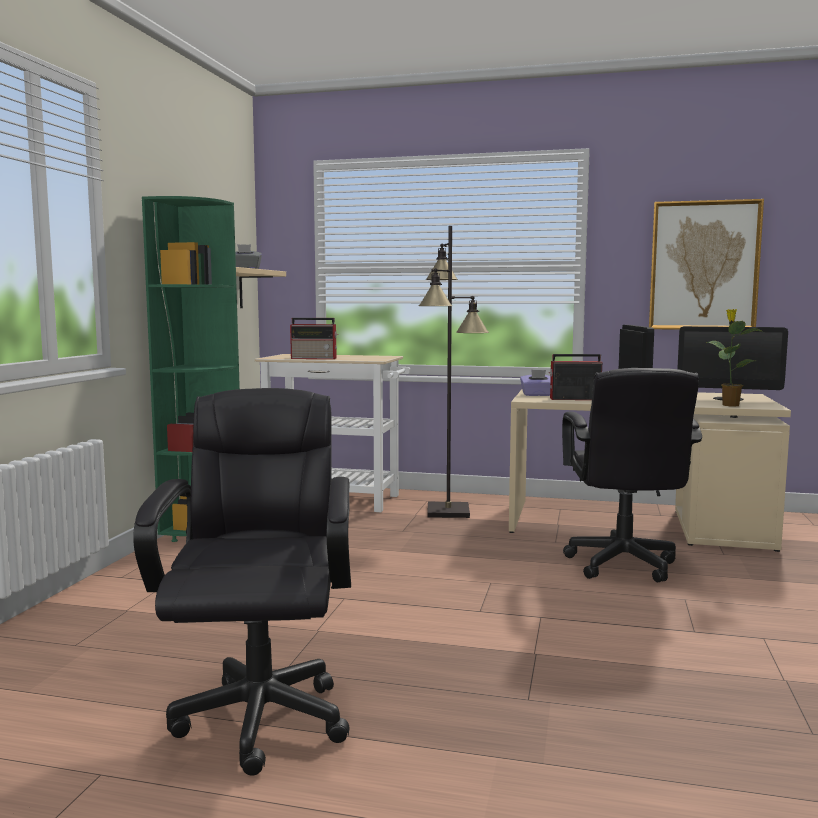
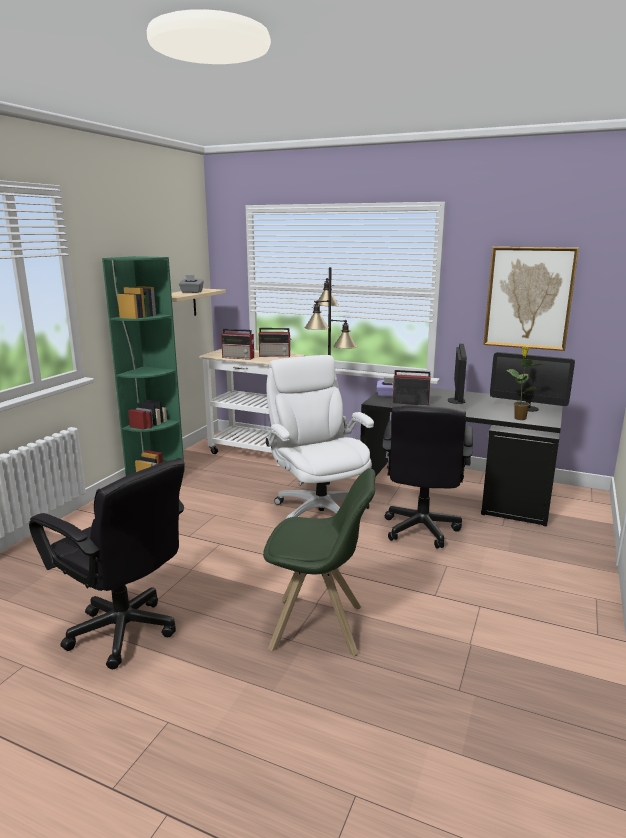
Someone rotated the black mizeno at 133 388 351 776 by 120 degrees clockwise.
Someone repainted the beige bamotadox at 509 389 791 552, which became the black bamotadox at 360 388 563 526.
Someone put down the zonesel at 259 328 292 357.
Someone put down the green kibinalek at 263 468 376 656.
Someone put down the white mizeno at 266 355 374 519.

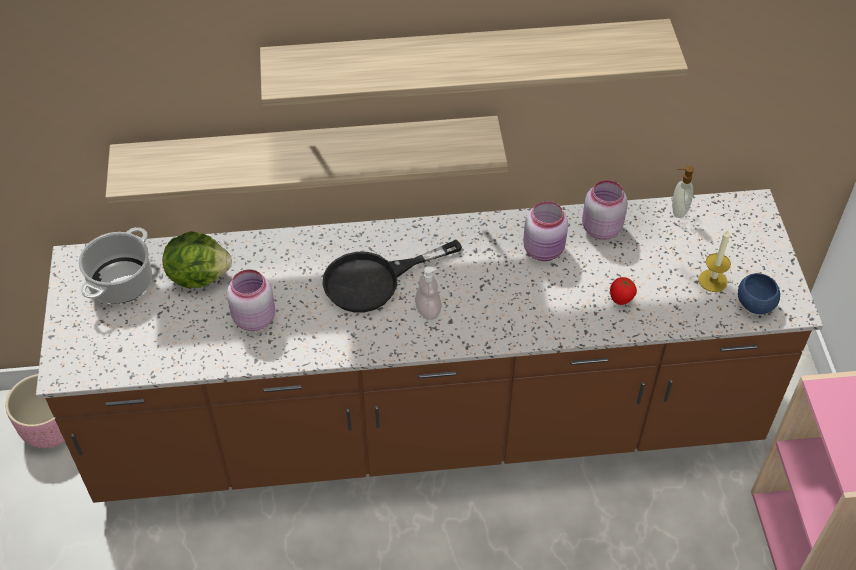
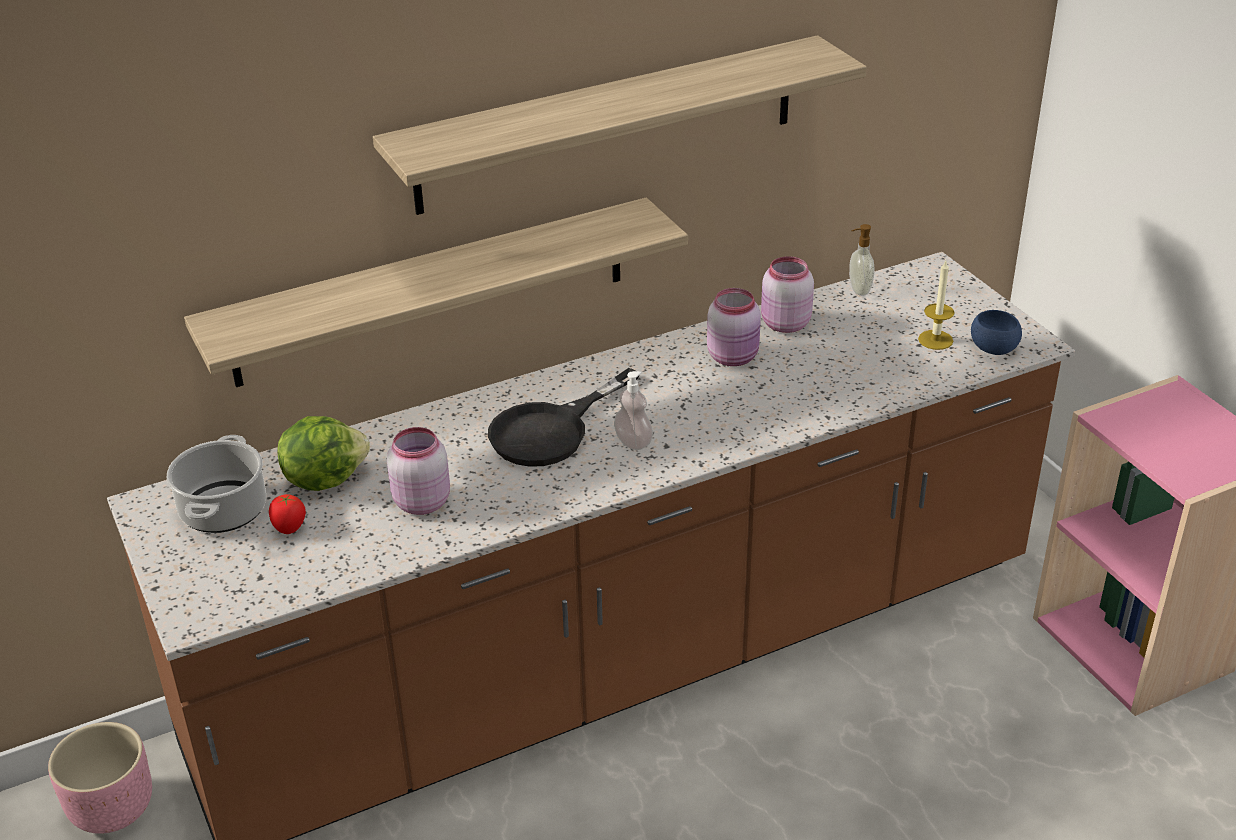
Someone carried the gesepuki from 610 277 637 305 to 269 494 306 534.

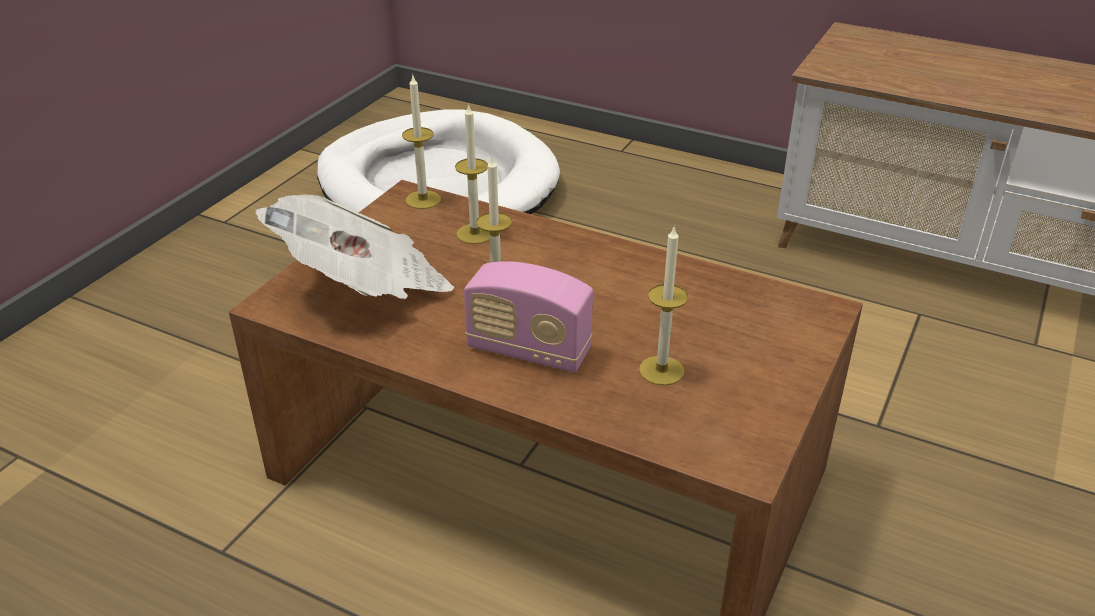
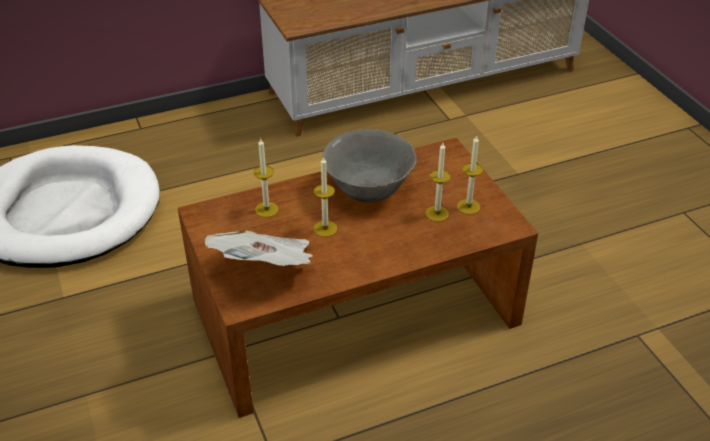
Someone carried the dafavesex from 402 76 441 209 to 457 135 483 215.
Someone took away the zonesel at 464 261 593 373.
Someone put down the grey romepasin at 322 129 417 202.

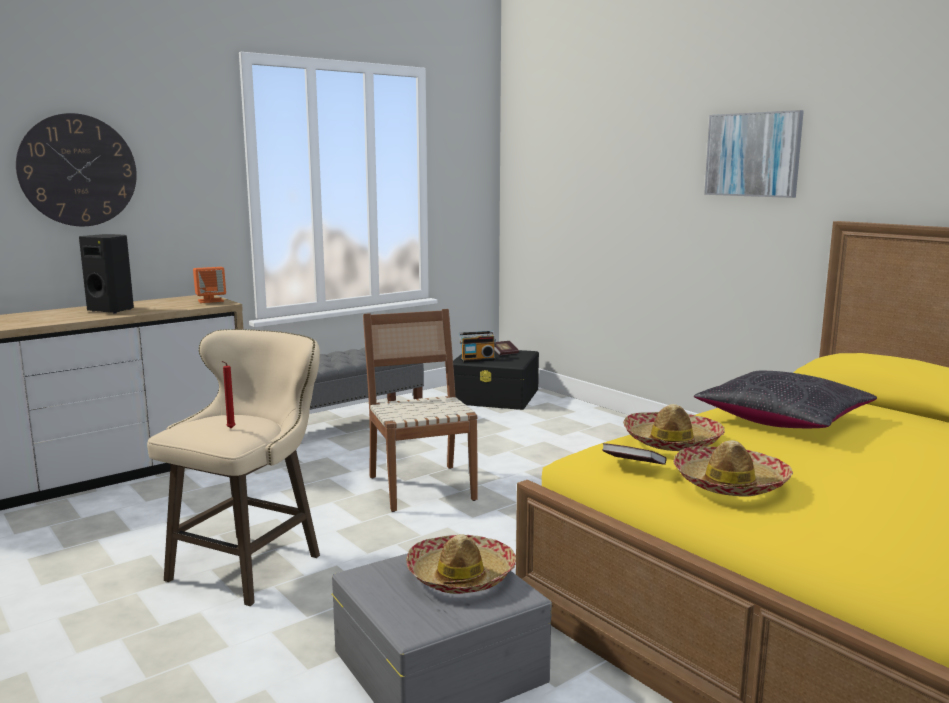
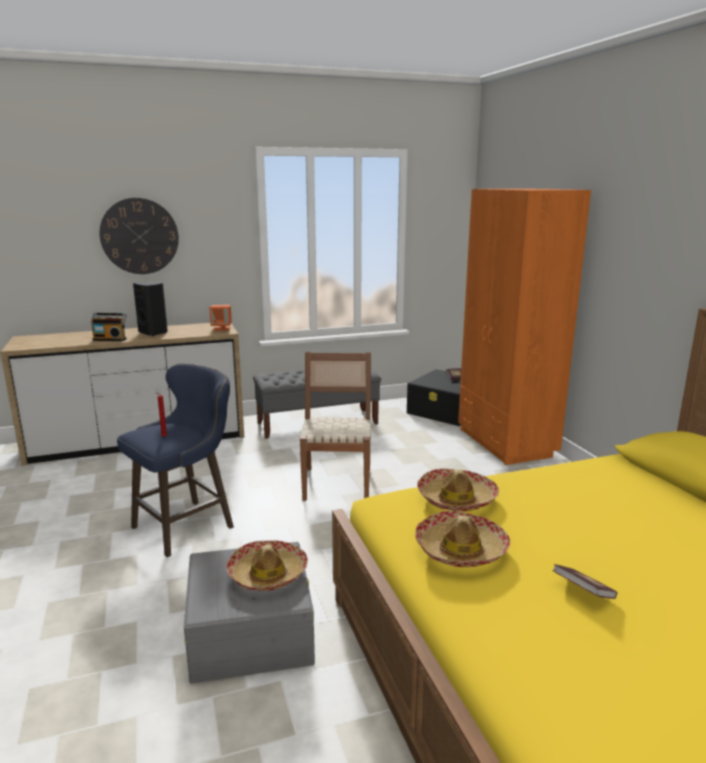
Someone repainted the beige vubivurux at 147 329 320 606, which became the blue vubivurux at 117 363 234 557.
Someone carried the zonesel from 458 331 496 363 to 90 313 127 341.
Someone carried the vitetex from 602 443 667 465 to 553 564 617 599.
Someone took away the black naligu at 694 371 877 428.
Someone took away the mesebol at 704 110 804 198.
Someone put down the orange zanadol at 458 189 591 465.

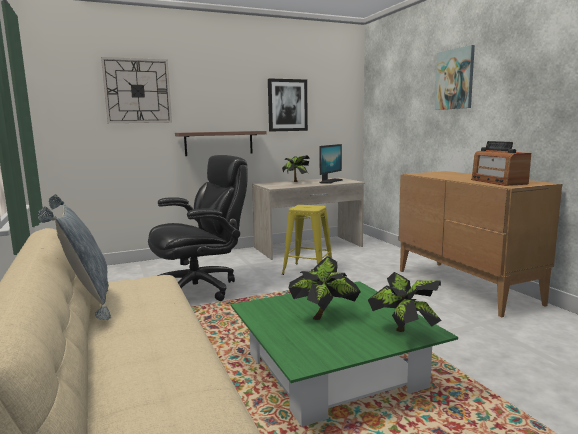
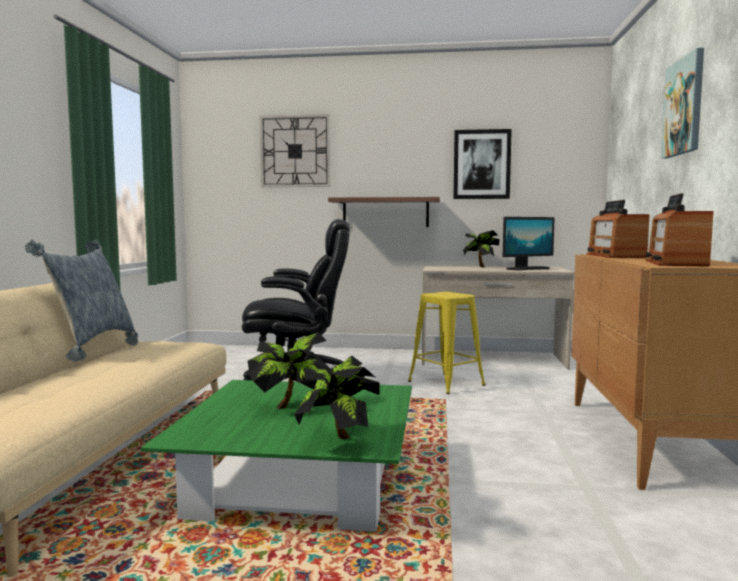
Someone put down the zonesel at 586 200 650 258.

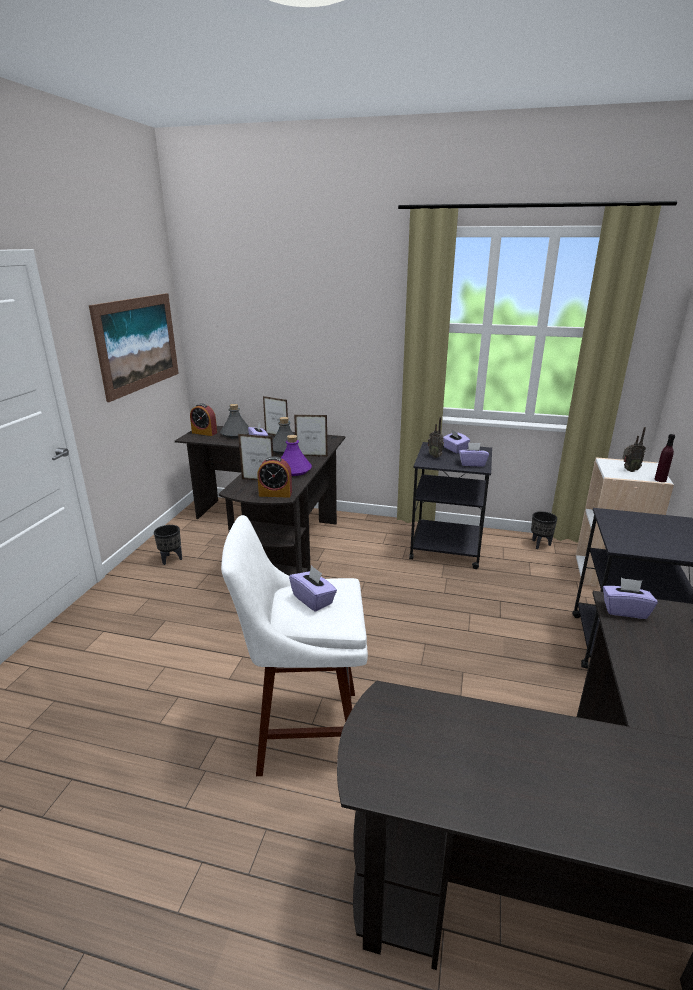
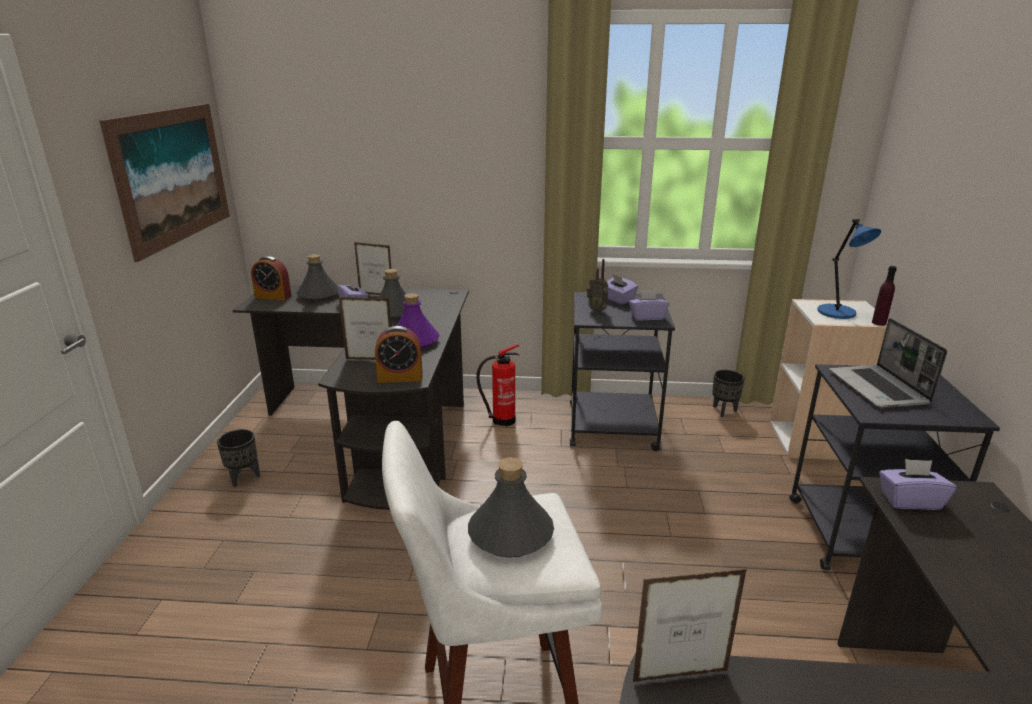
Someone swapped the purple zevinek at 289 565 337 612 for the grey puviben at 468 457 554 558.
Someone carried the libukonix from 294 415 328 457 to 633 569 747 682.
Someone swapped the zonesel at 623 427 646 472 for the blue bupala at 817 219 881 319.
Someone put down the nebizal at 476 344 519 426.
Someone put down the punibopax at 829 318 947 408.

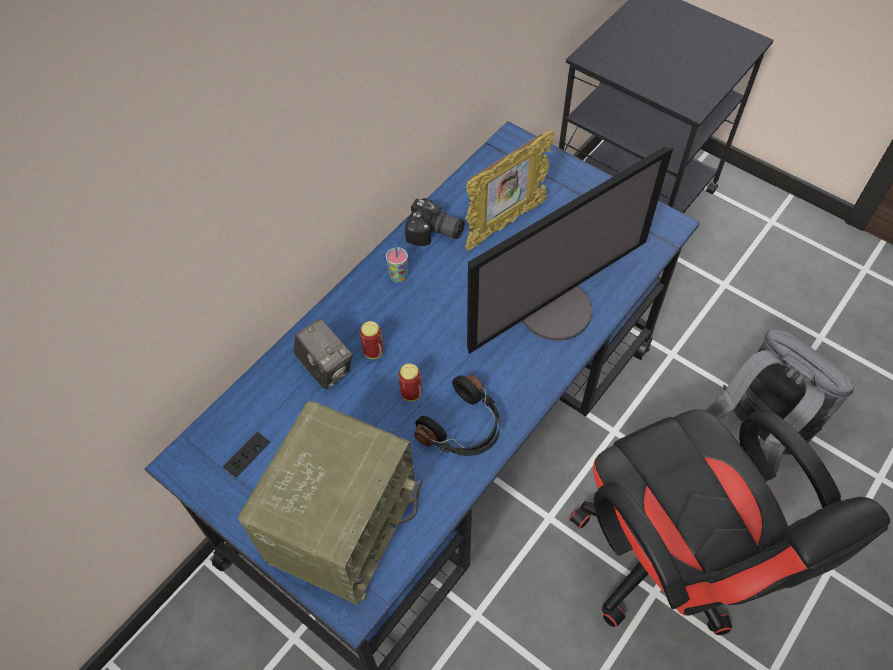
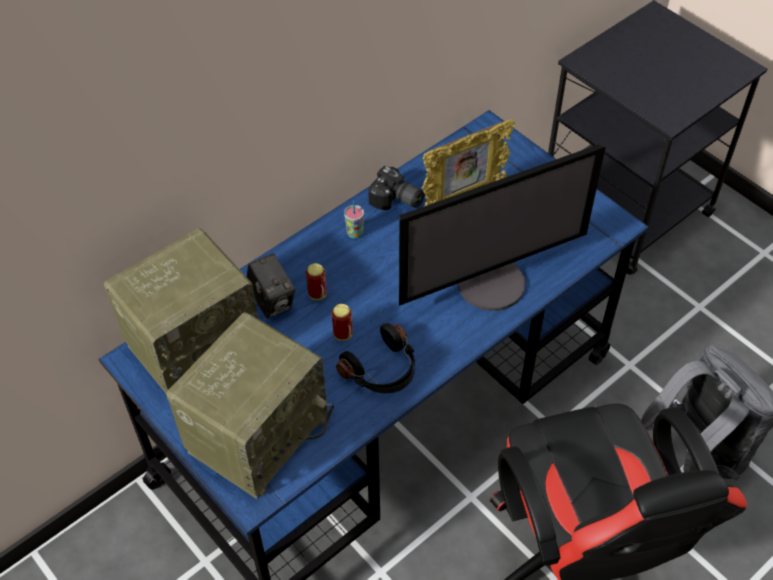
Someone put down the zonesel at 104 228 258 393.

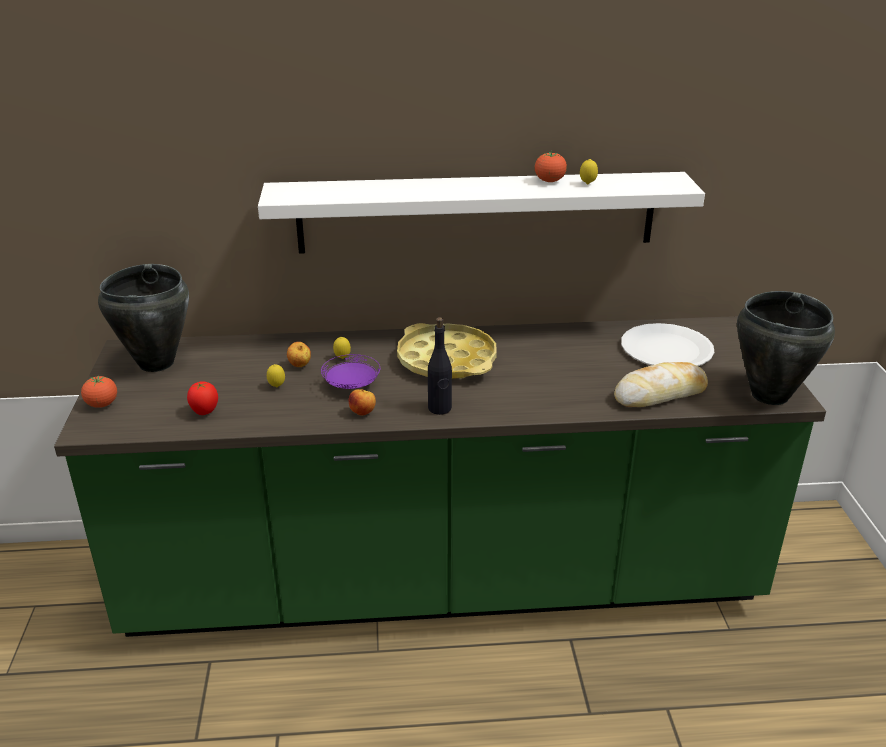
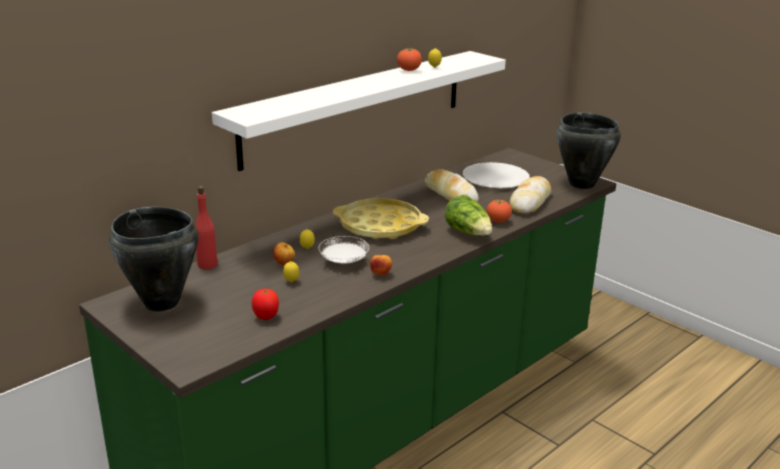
Someone carried the gesepuki from 81 376 117 408 to 486 199 512 223.
Someone repainted the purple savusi at 321 354 380 389, which became the white savusi at 319 236 369 264.
Someone took away the black puviben at 428 317 452 415.
Someone put down the red puviben at 195 186 217 269.
Someone put down the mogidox at 425 169 479 202.
Someone put down the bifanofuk at 445 195 492 236.

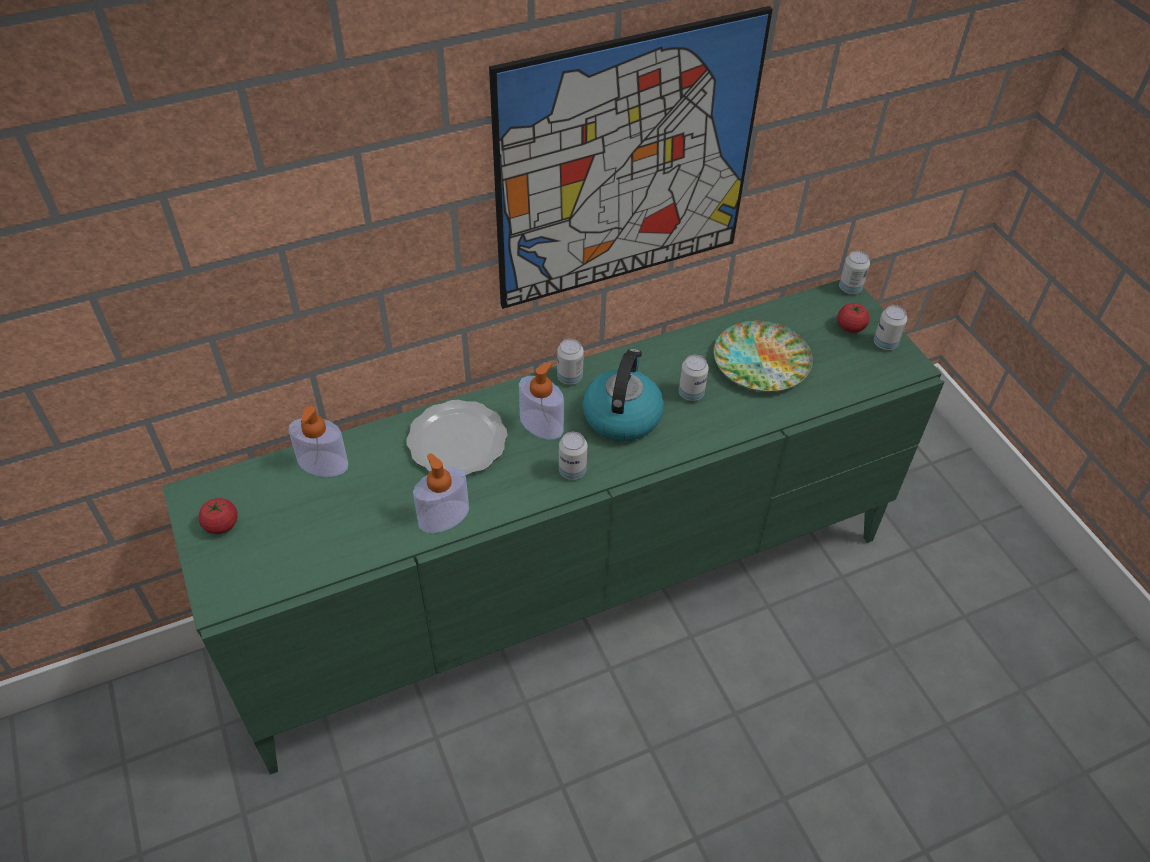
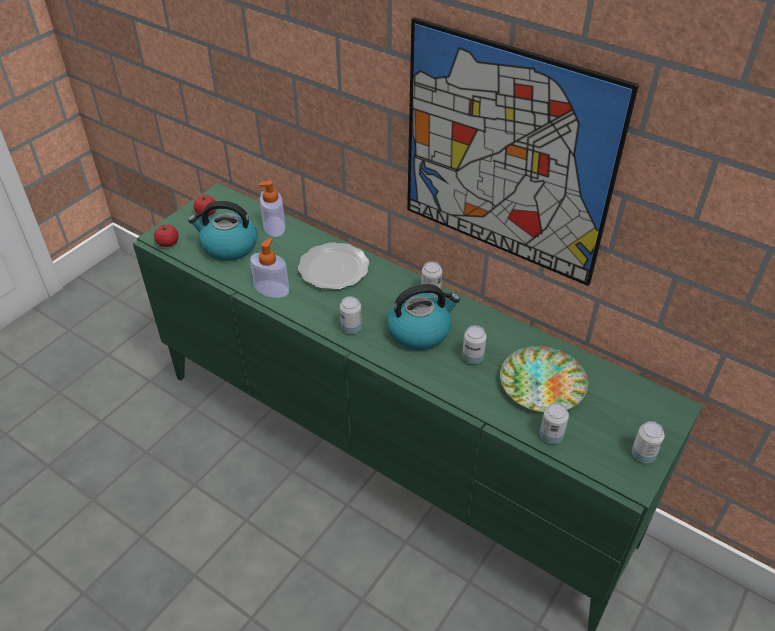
Someone took away the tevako at 519 362 564 440.
Someone carried the gesepuki from 837 303 869 333 to 154 225 179 247.
Someone carried the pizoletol from 839 251 870 294 to 540 403 569 444.
Someone put down the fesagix at 188 201 257 261.

